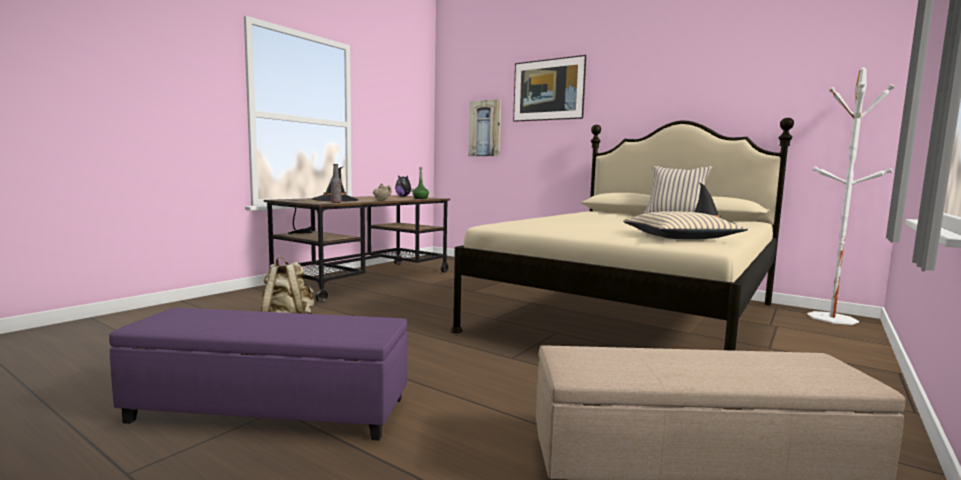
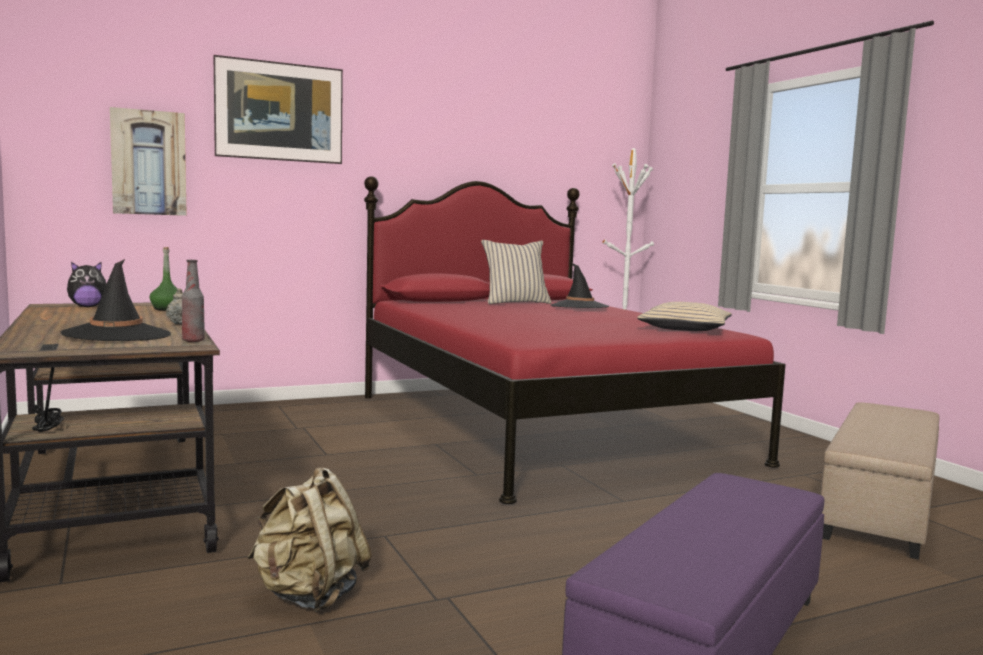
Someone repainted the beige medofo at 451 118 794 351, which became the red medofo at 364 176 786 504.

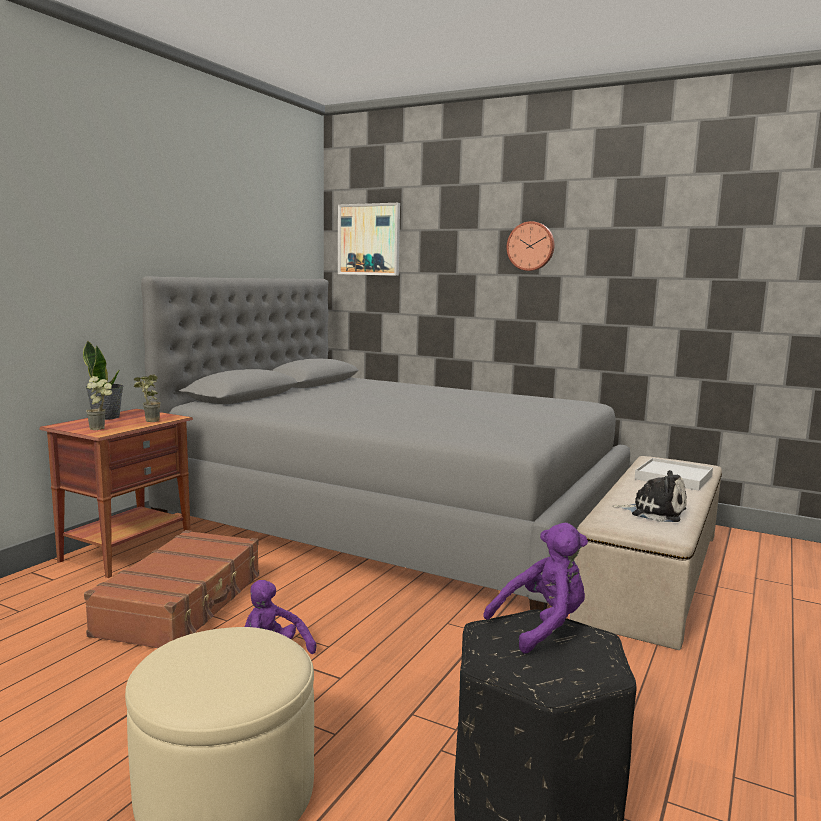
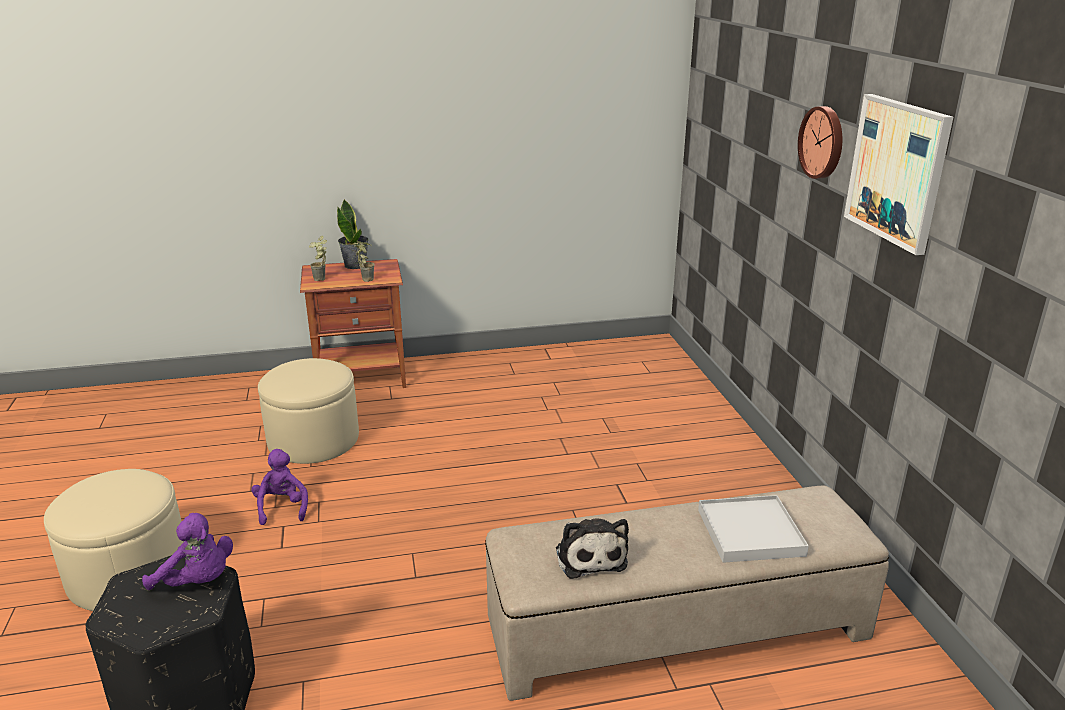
Someone swapped the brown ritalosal at 84 530 259 648 for the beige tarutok at 258 358 359 464.
Someone took away the grey medofo at 141 276 630 610.
Someone carried the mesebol from 338 203 400 276 to 844 94 953 255.

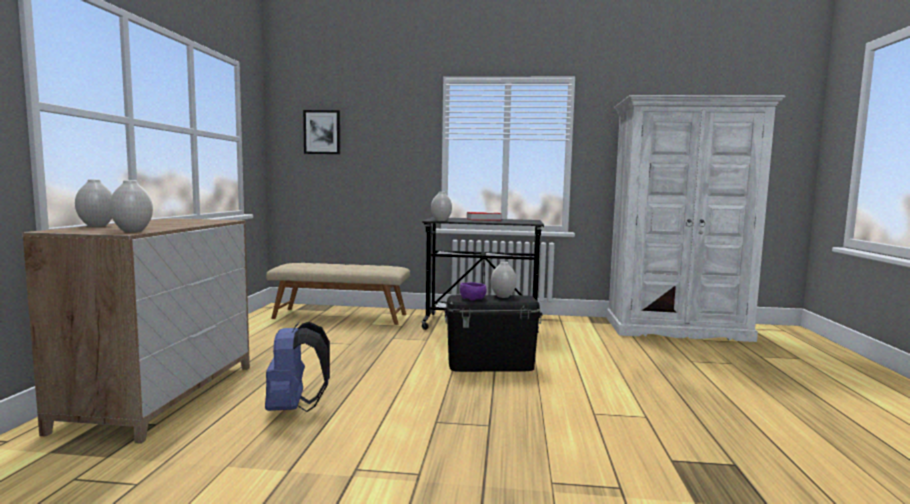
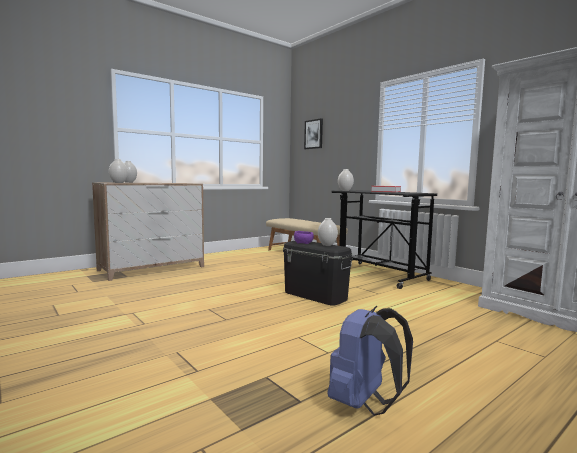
Someone carried the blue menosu from 265 321 330 412 to 328 306 413 416.

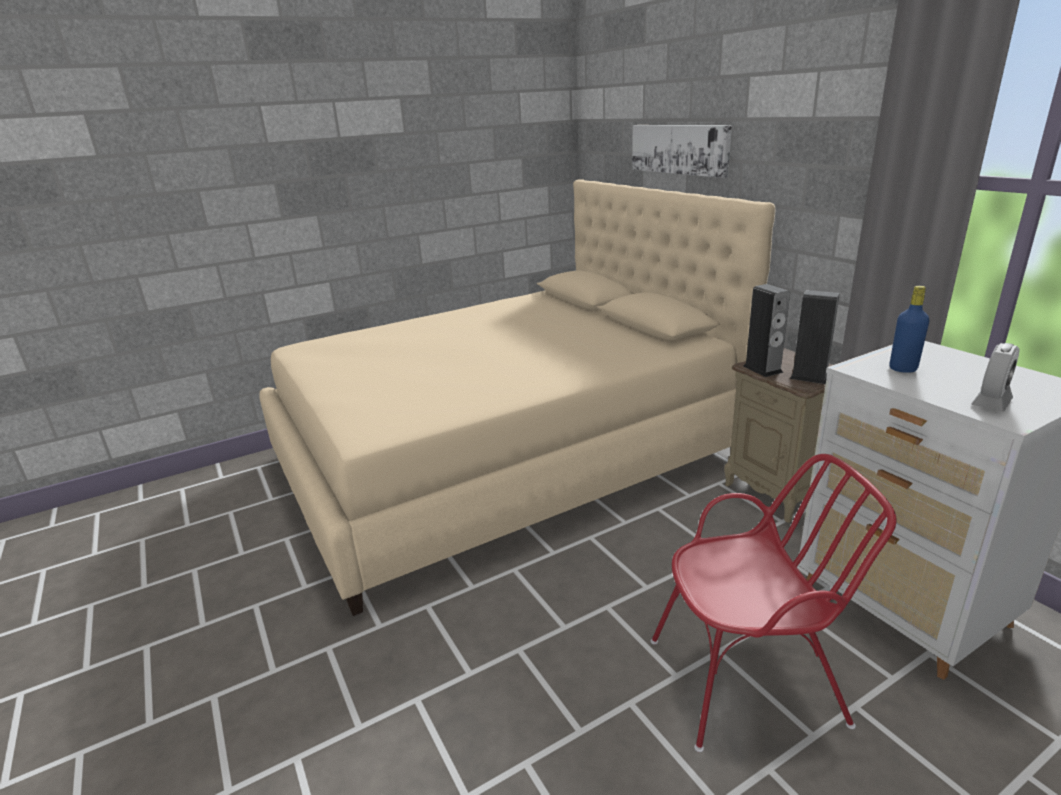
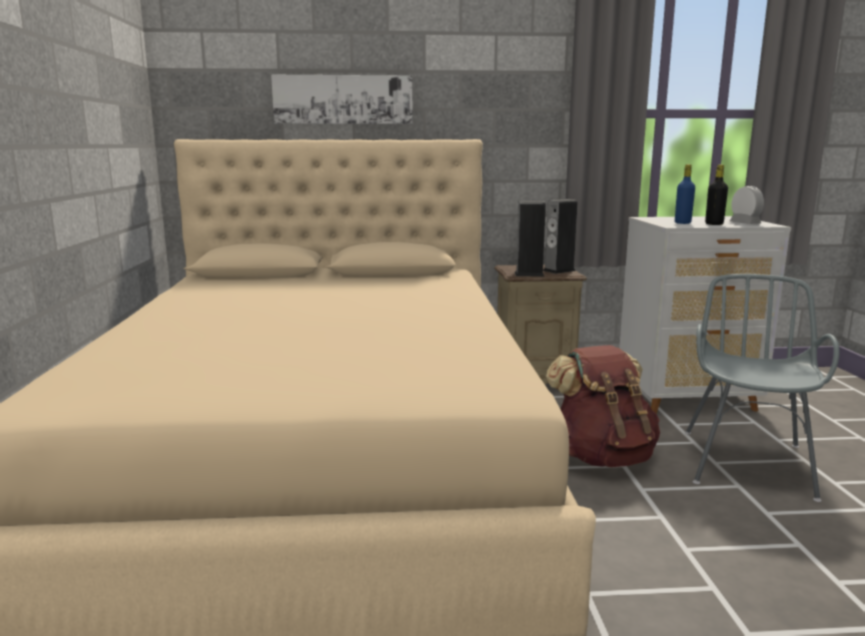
Someone repainted the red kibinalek at 650 454 896 752, which became the grey kibinalek at 685 274 840 502.
Someone put down the brown menosu at 546 345 660 467.
Someone put down the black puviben at 705 165 728 225.

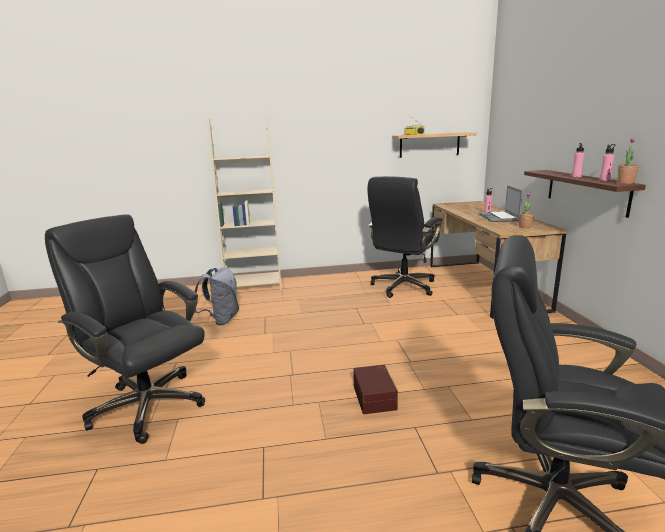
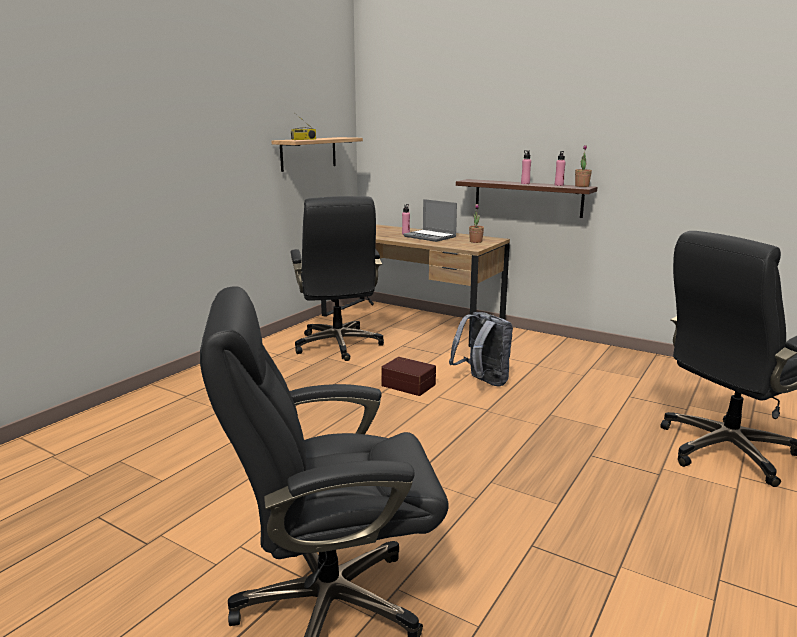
Someone carried the grey menosu from 194 268 239 326 to 449 312 513 386.
Someone took away the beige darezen at 208 117 282 290.
Someone carried the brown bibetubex from 353 365 398 414 to 381 357 436 396.

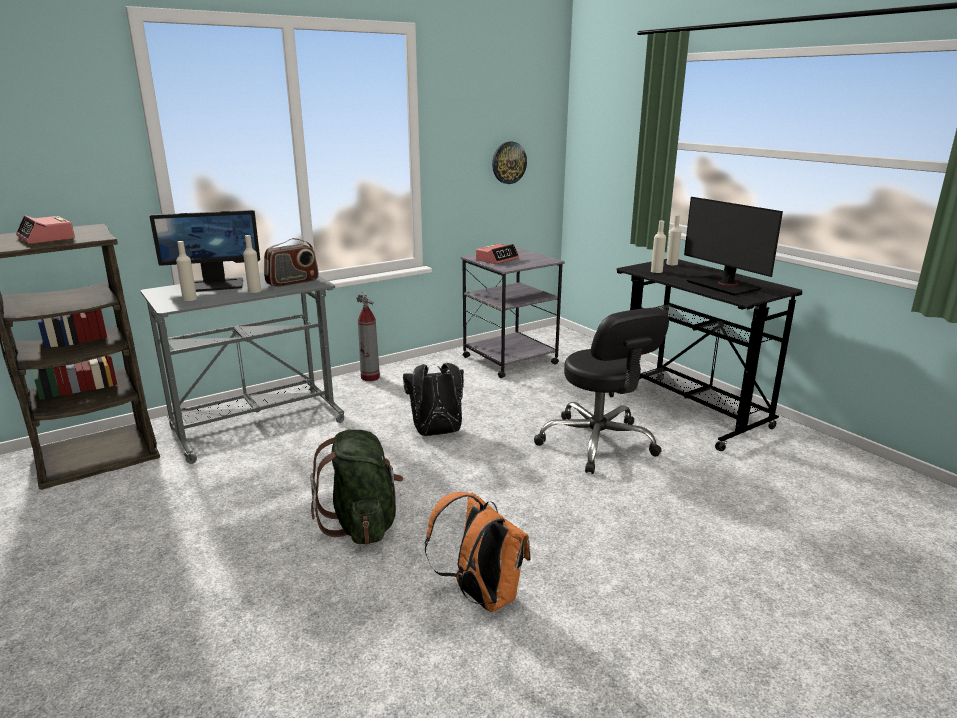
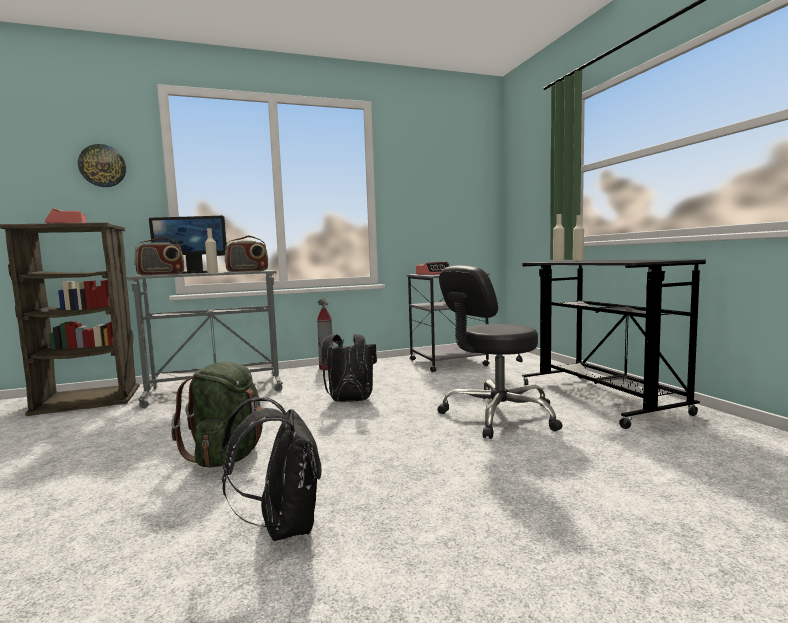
Someone swapped the beige puviben at 176 241 197 301 for the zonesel at 135 237 184 276.
Someone repainted the orange menosu at 425 492 531 612, which became the black menosu at 220 397 322 541.
Someone carried the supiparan from 492 142 527 184 to 78 144 126 187.
Someone rotated the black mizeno at 534 307 669 474 by 75 degrees clockwise.
Someone took away the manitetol at 684 197 783 296.

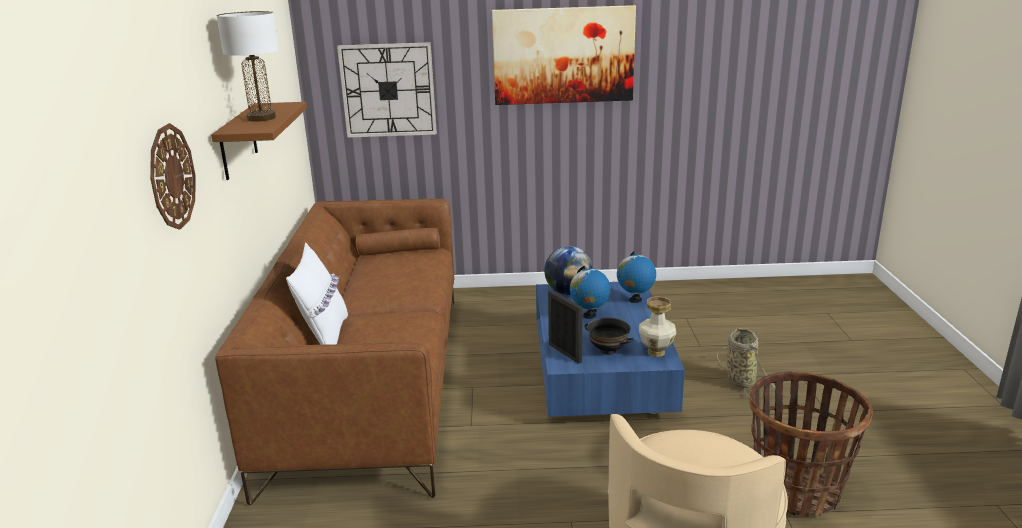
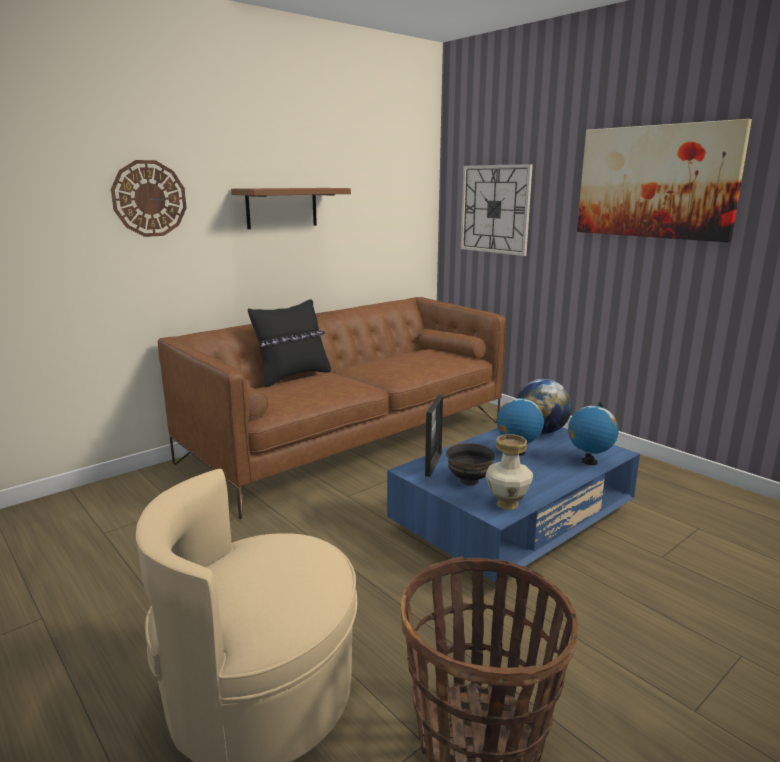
Someone took away the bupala at 216 11 279 122.
Someone repainted the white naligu at 286 243 348 345, which became the black naligu at 248 299 331 388.
Someone took away the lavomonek at 717 328 775 397.

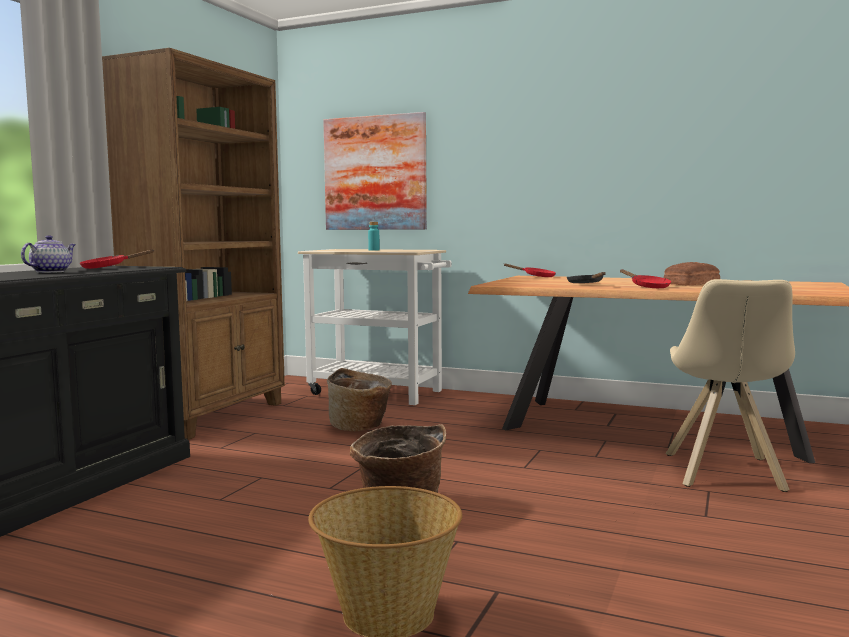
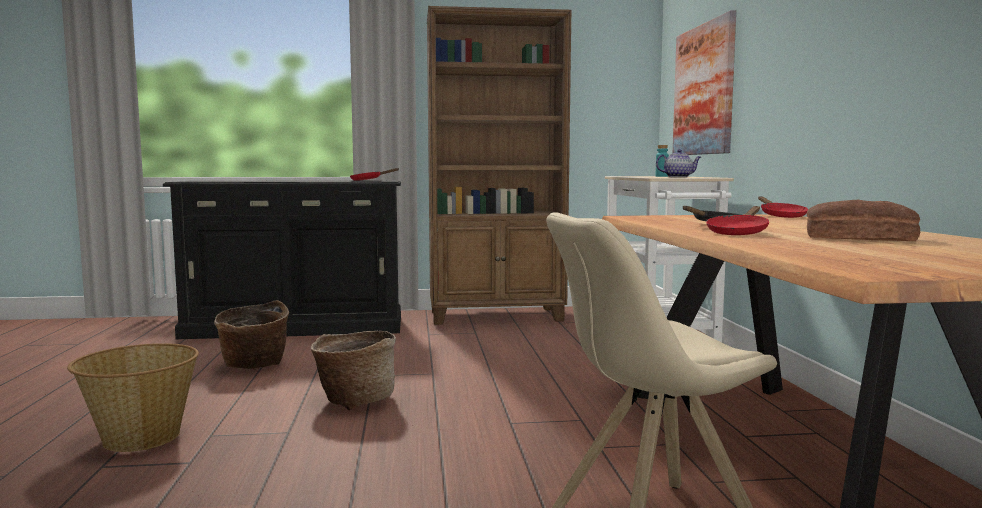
Someone carried the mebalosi from 21 235 76 273 to 656 149 701 177.
Someone carried the lavomonek from 327 368 392 432 to 214 300 289 369.

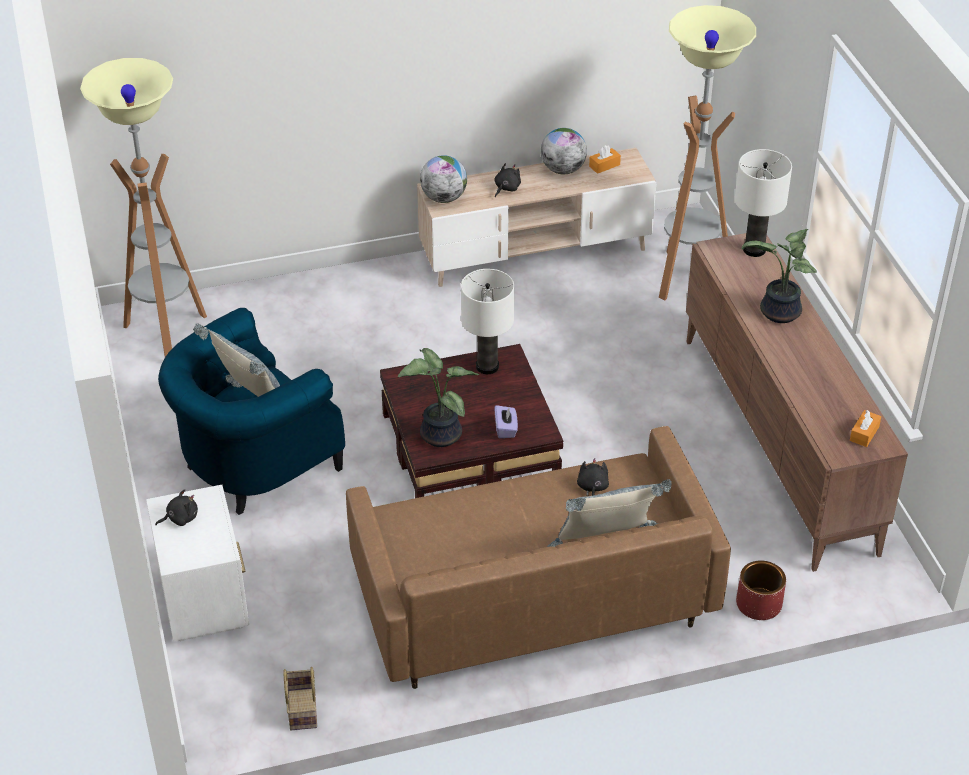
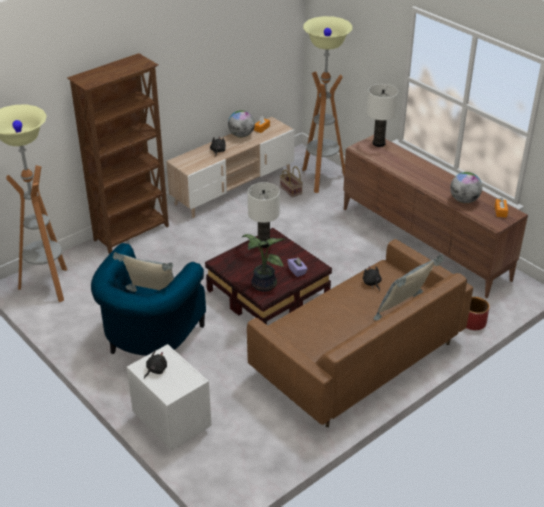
Someone carried the lavomonek from 284 667 317 730 to 280 166 303 197.
Someone carried the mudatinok from 420 155 467 203 to 450 172 482 203.
Someone took away the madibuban at 741 229 817 323.
Someone put down the brown darezen at 67 53 169 254.

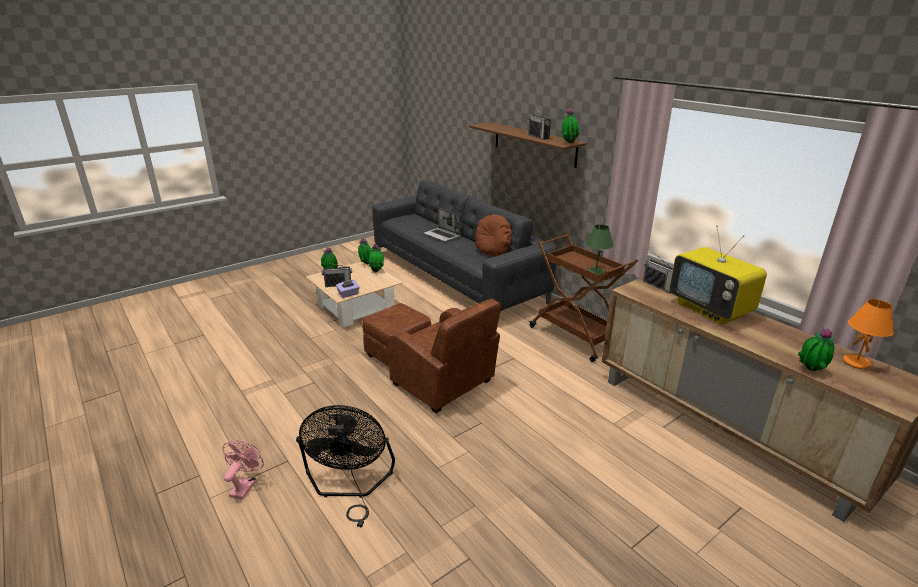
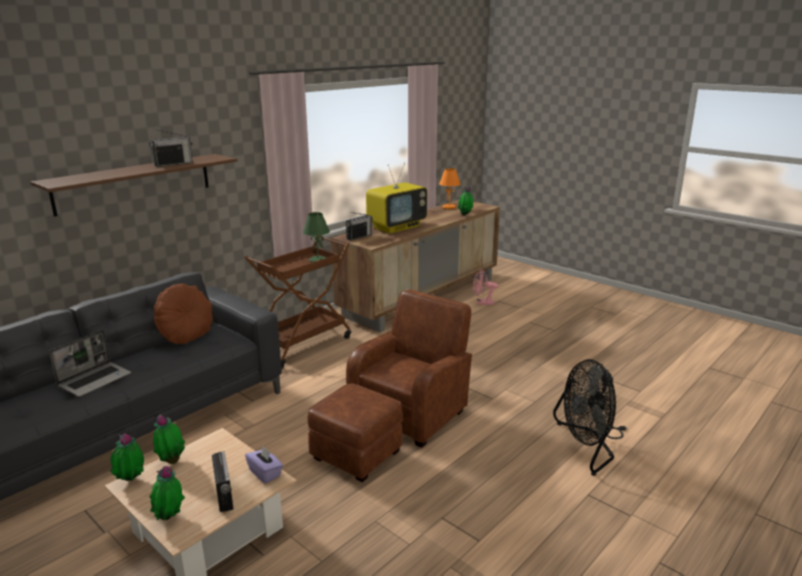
Someone carried the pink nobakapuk from 223 441 264 499 to 473 269 498 305.
Someone took away the madibuban at 562 108 580 144.

